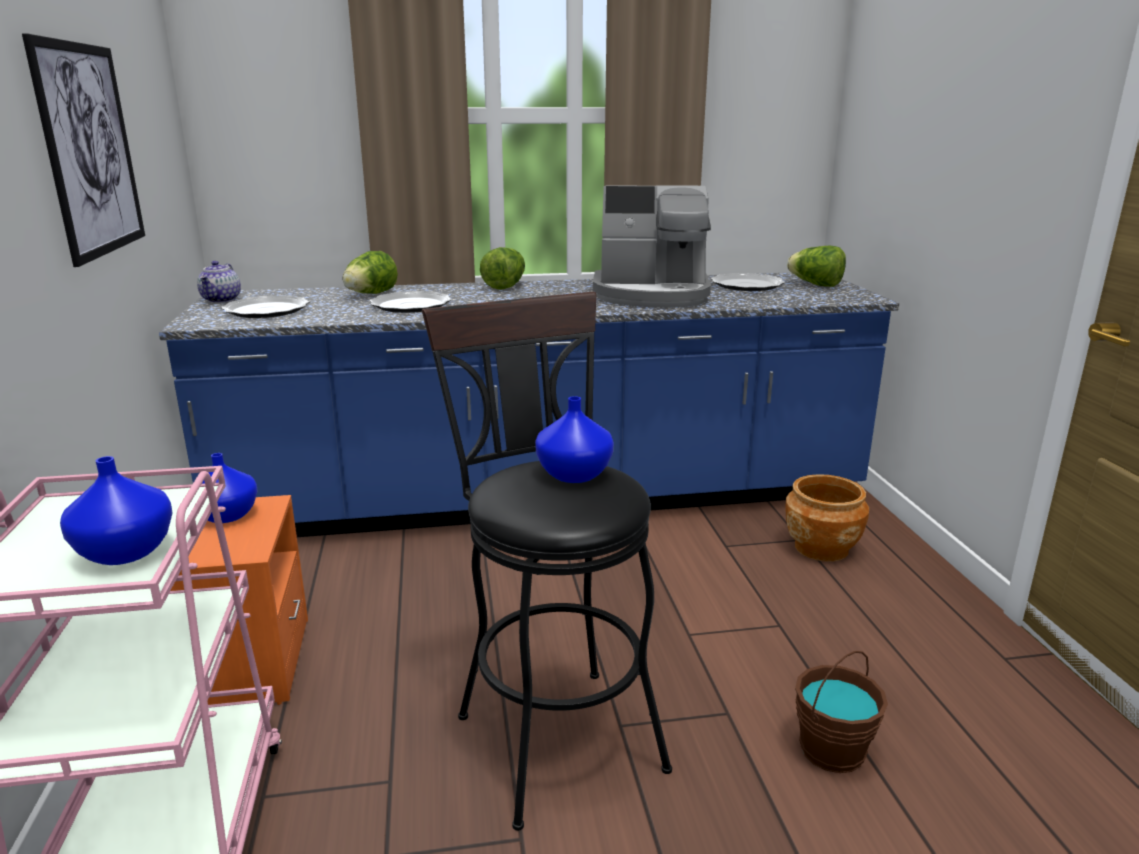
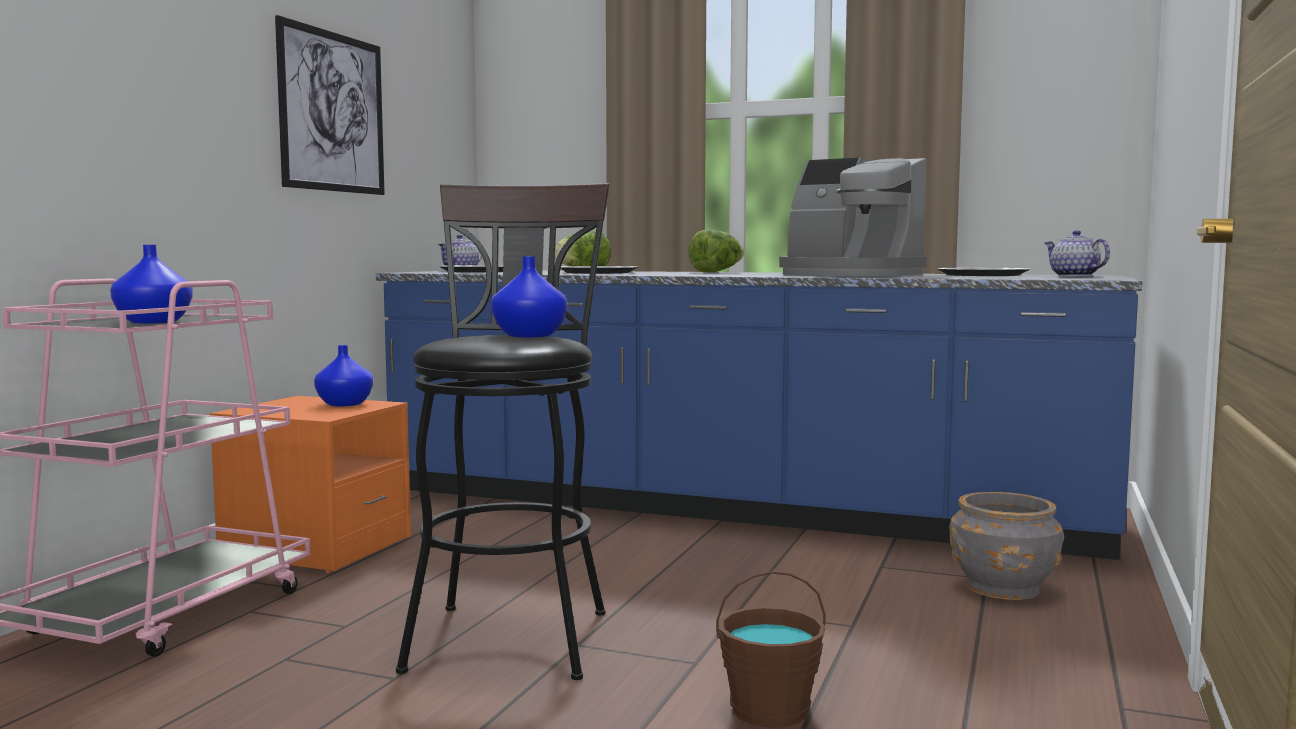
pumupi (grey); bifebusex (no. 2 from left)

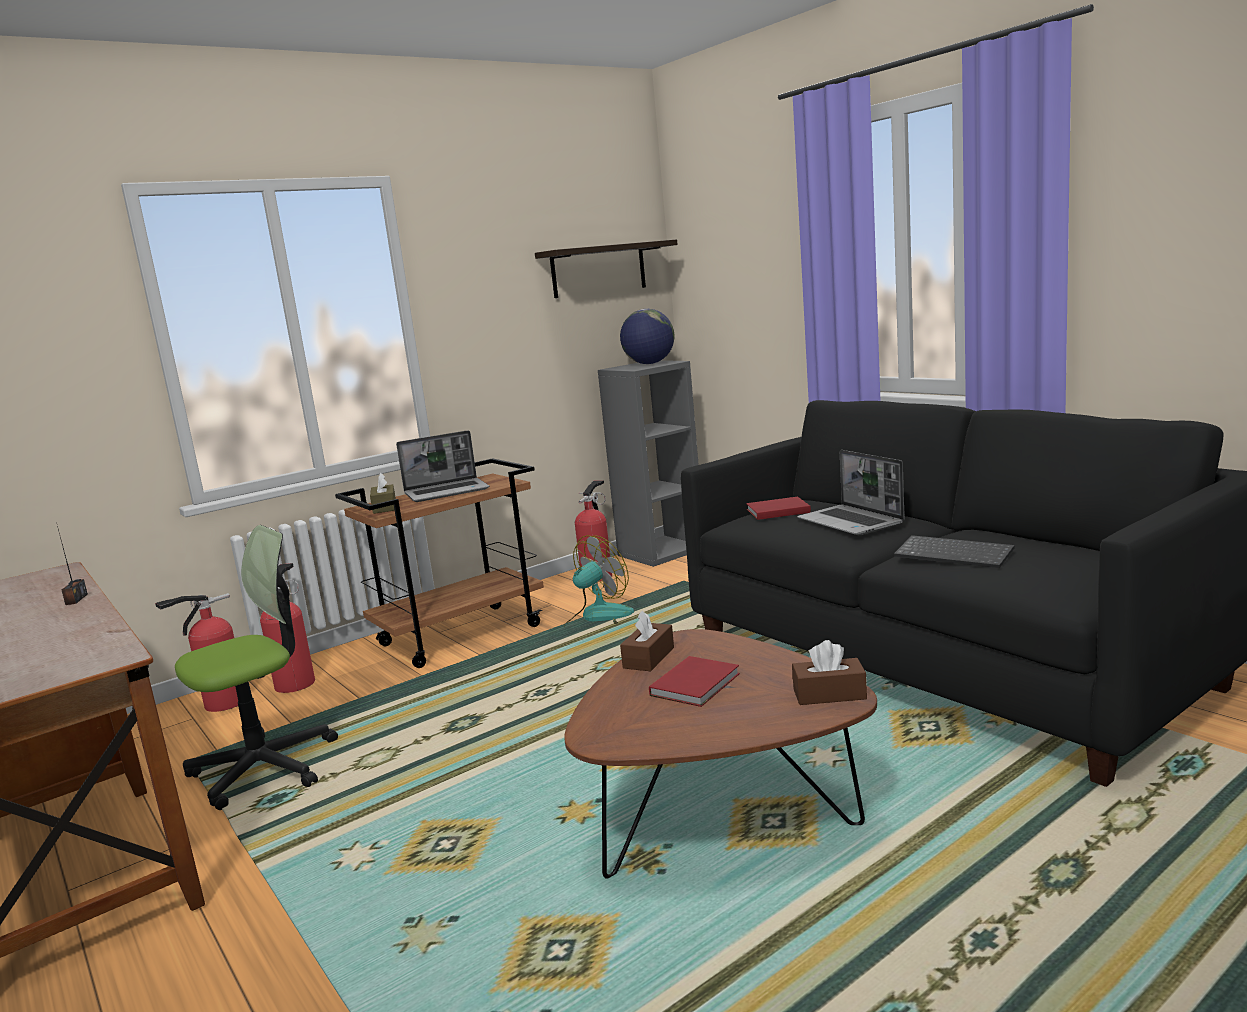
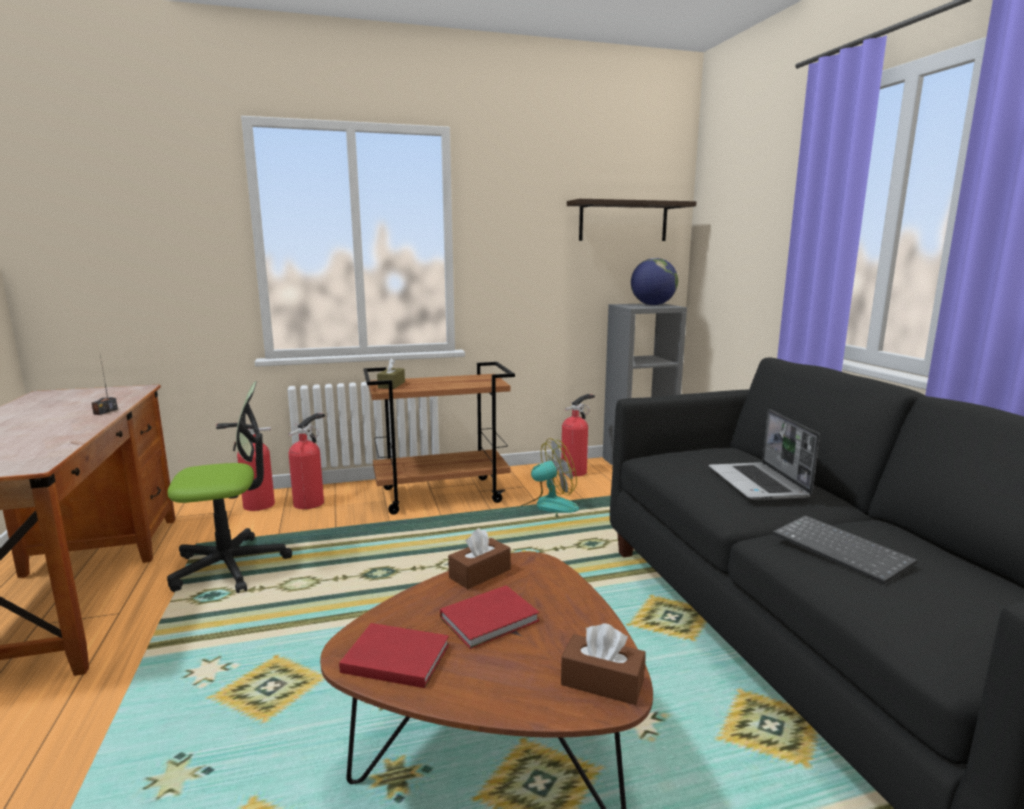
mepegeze (no. 1 from left in the first image); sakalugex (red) (no. 1 from left)

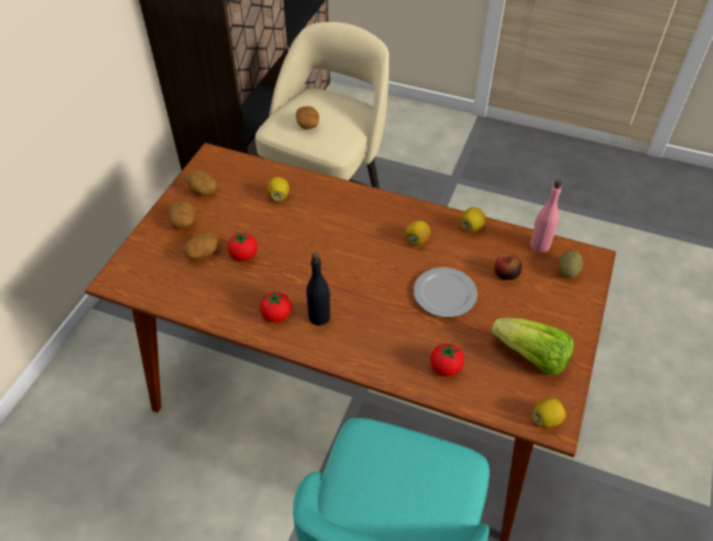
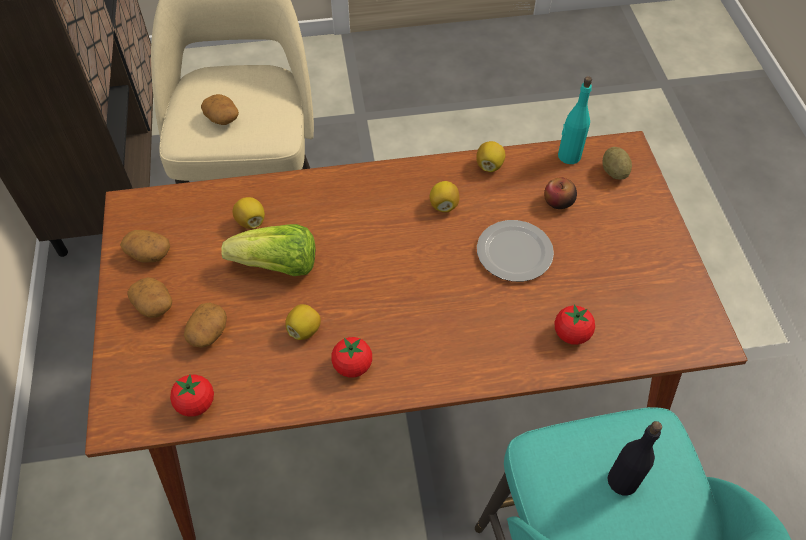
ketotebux (no. 1 from left); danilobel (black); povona; danilobel (turquoise); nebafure (no. 2 from left)

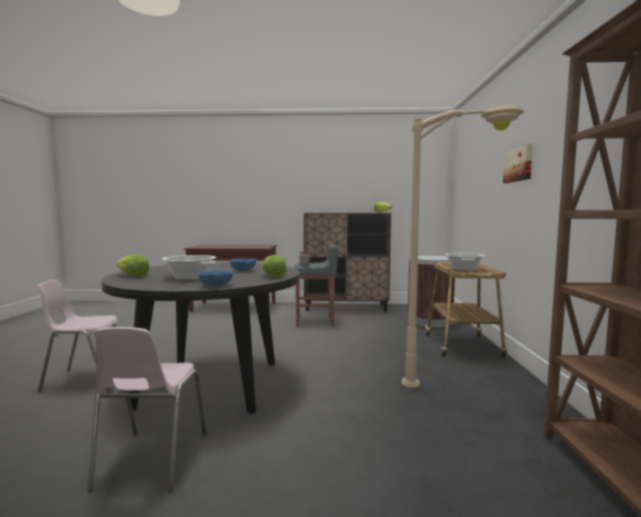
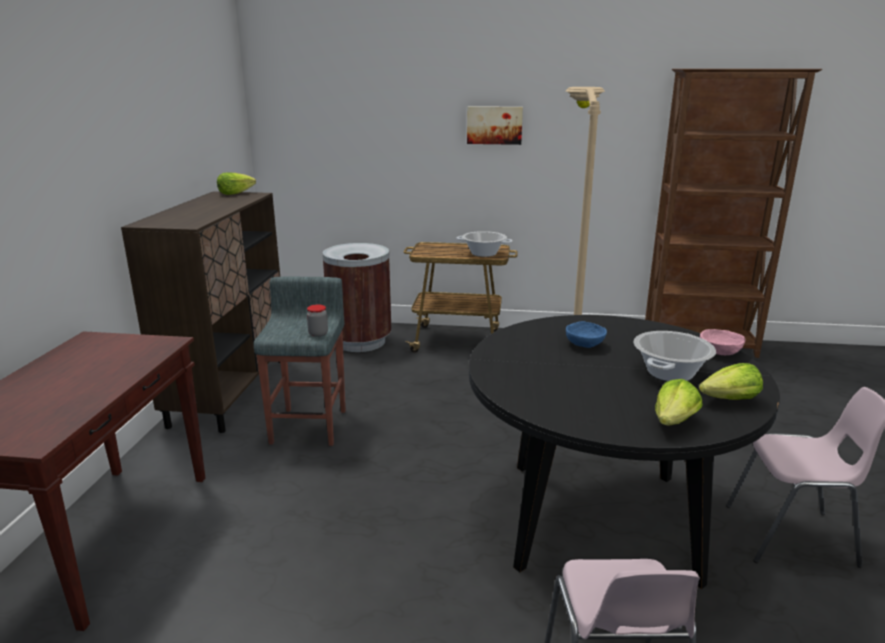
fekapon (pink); povona (no. 3 from left)

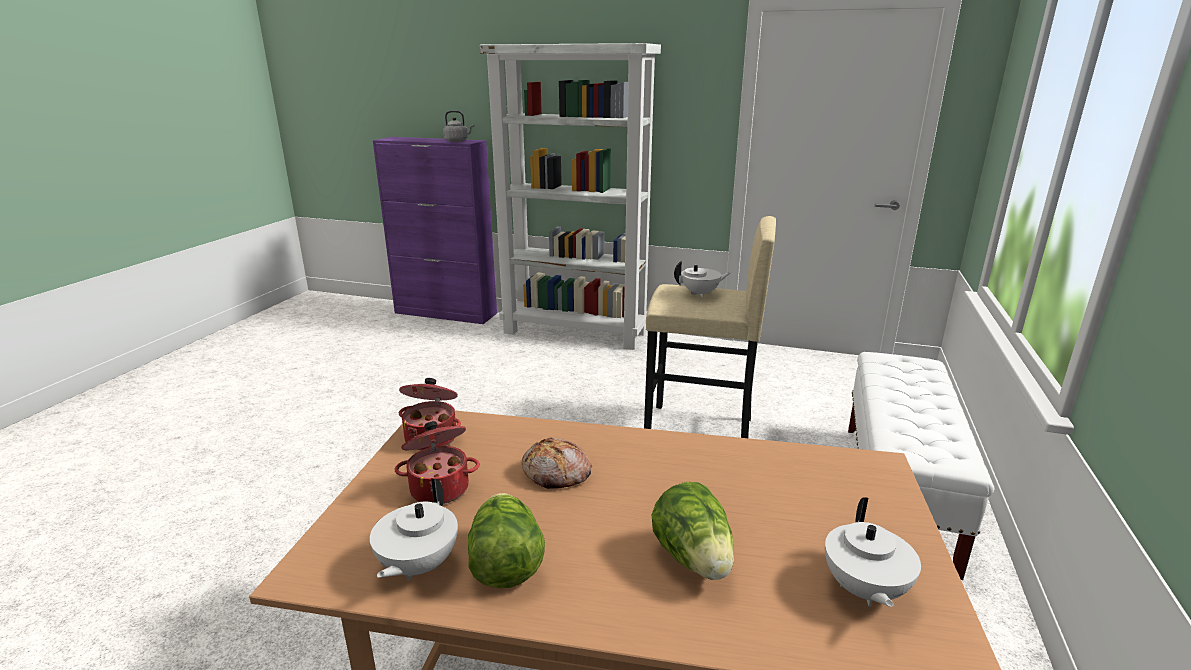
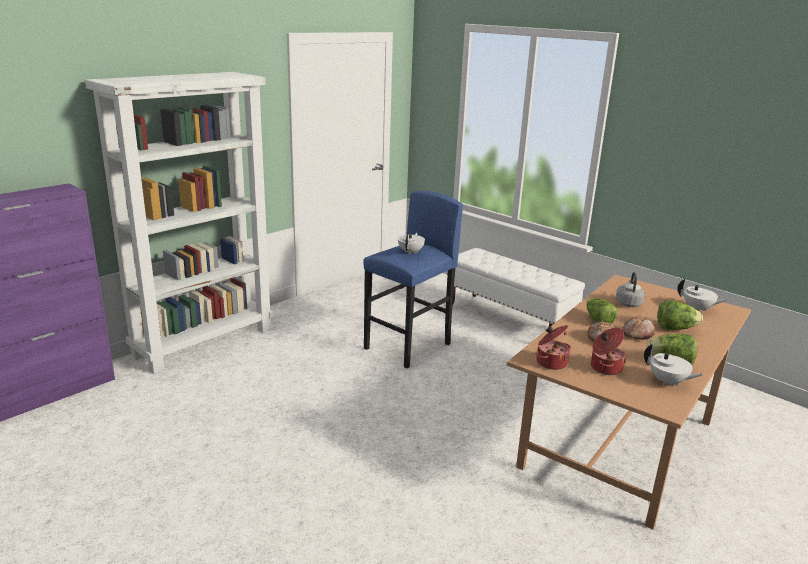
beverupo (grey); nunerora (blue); povona (no. 1 from left); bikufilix (no. 2 from left)

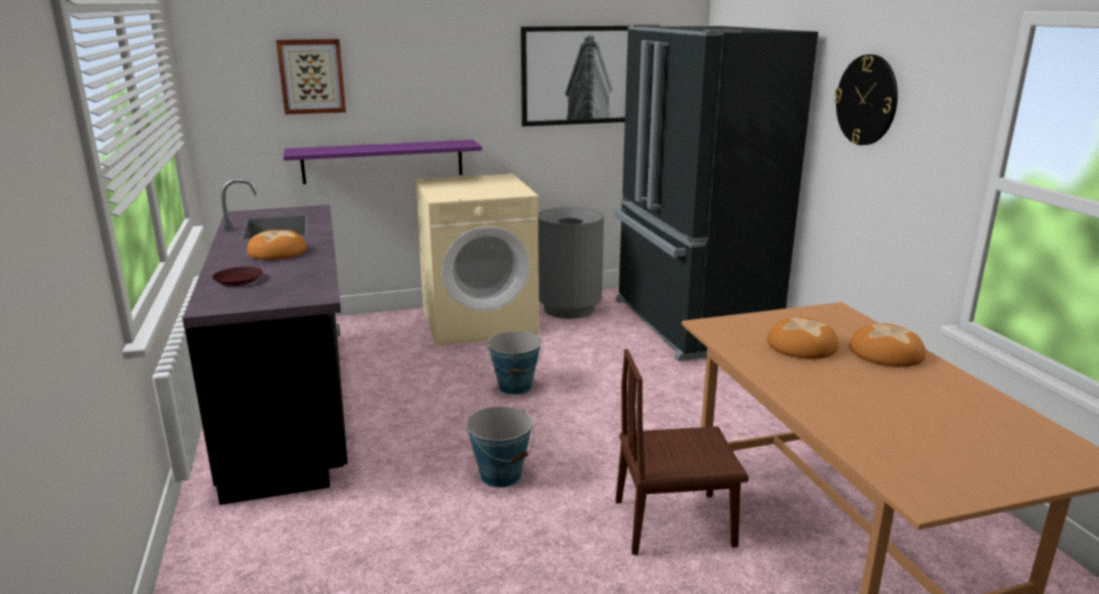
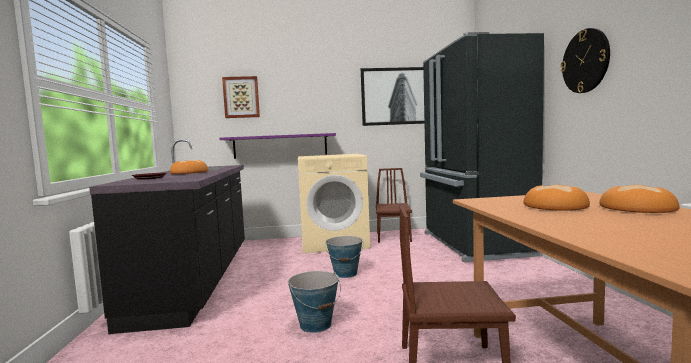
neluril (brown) (no. 1 from left)

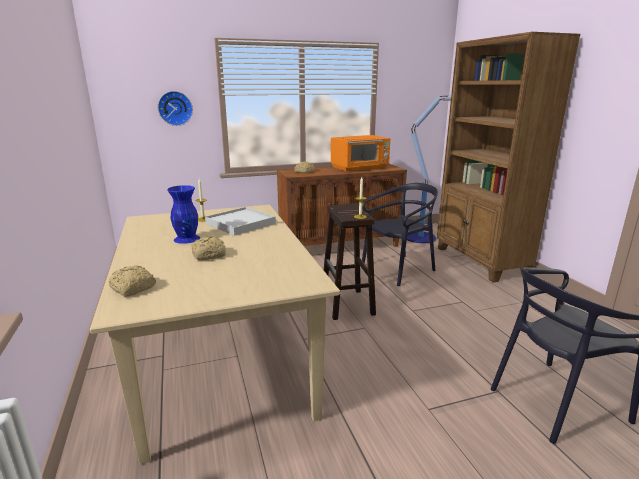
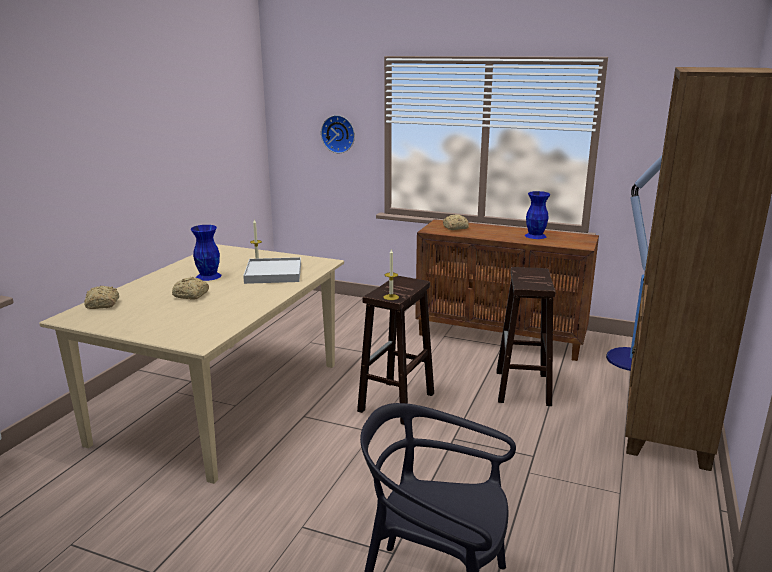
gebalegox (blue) (no. 2 from left); nunerora (brown) (no. 2 from left)

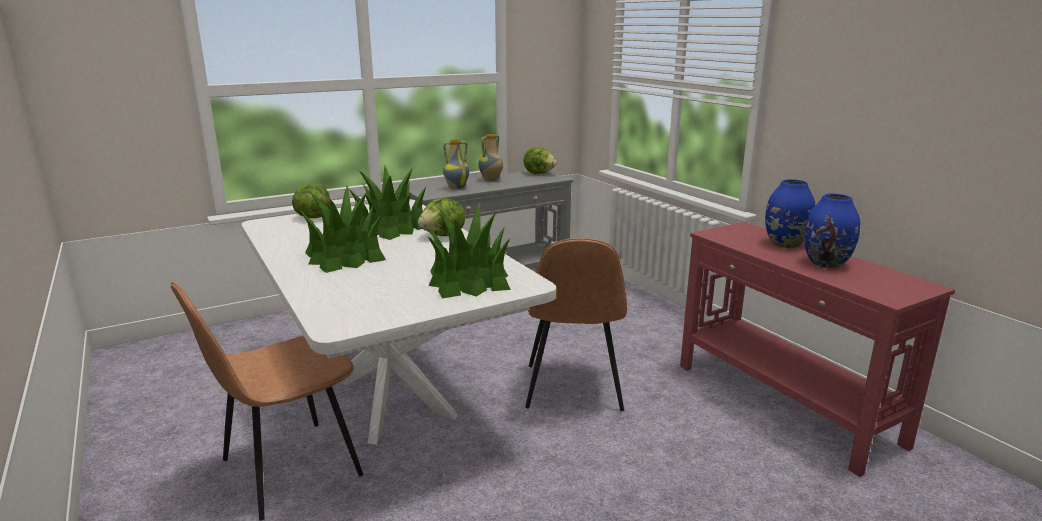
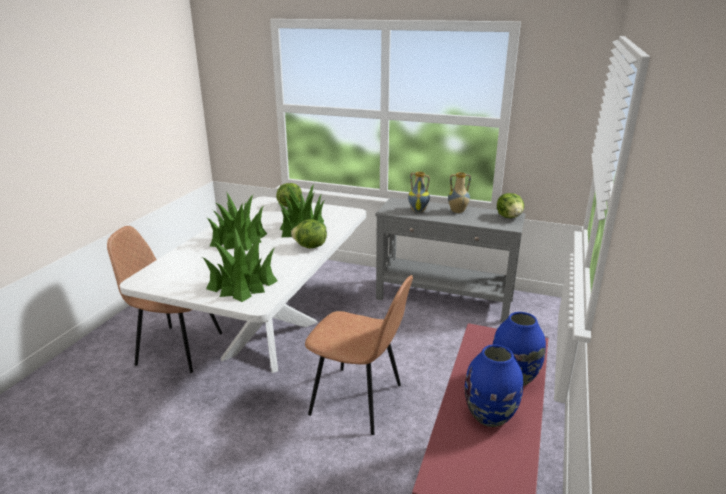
neluril (brown) (no. 2 from left)

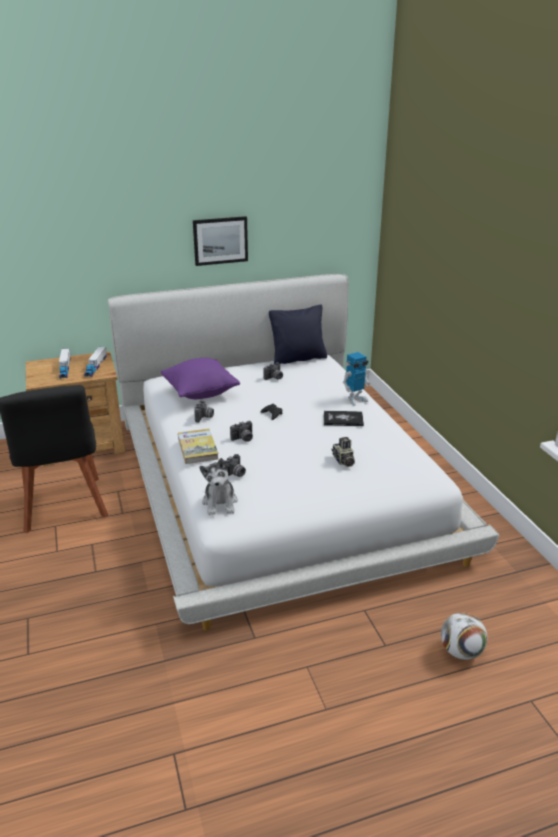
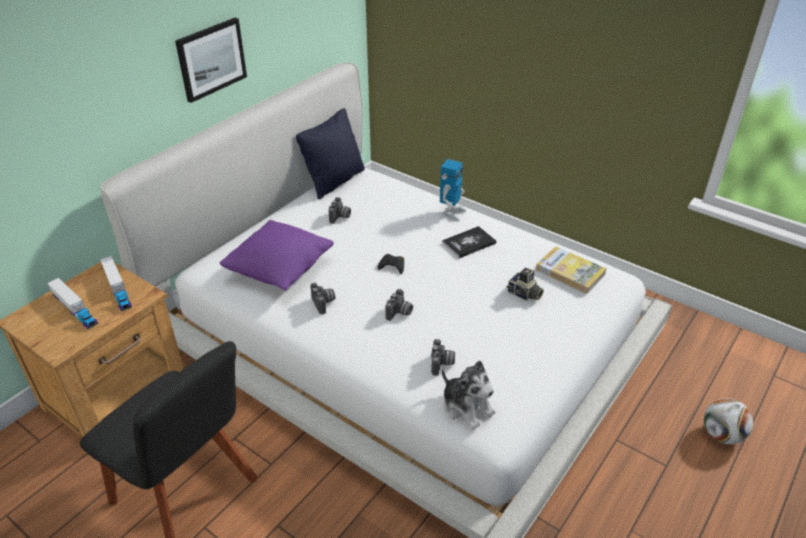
sakalugex (no. 2 from left)

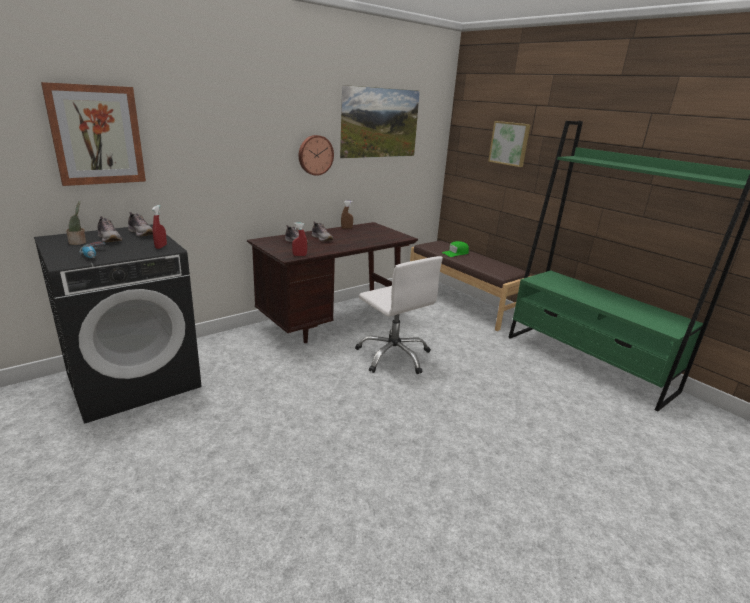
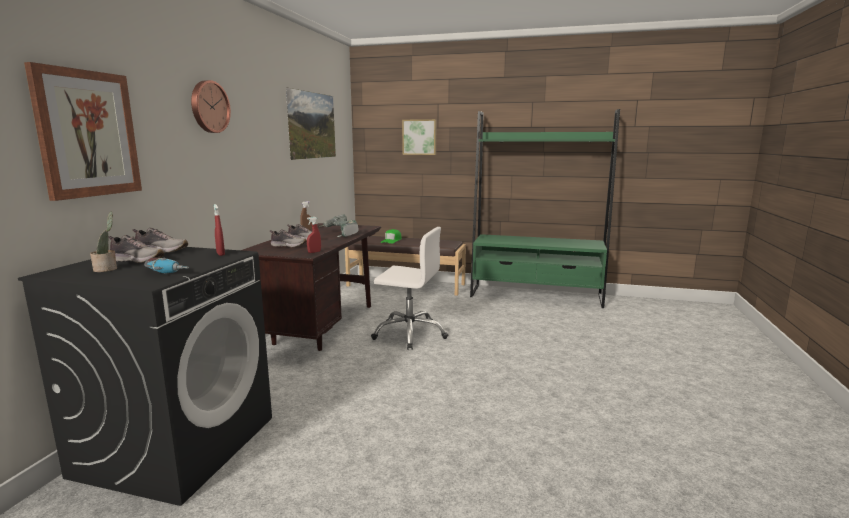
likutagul; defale (no. 2 from left)

